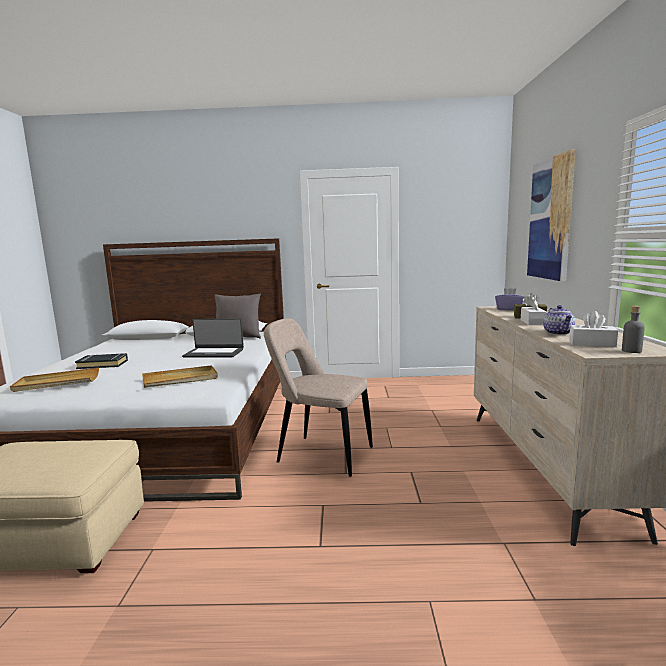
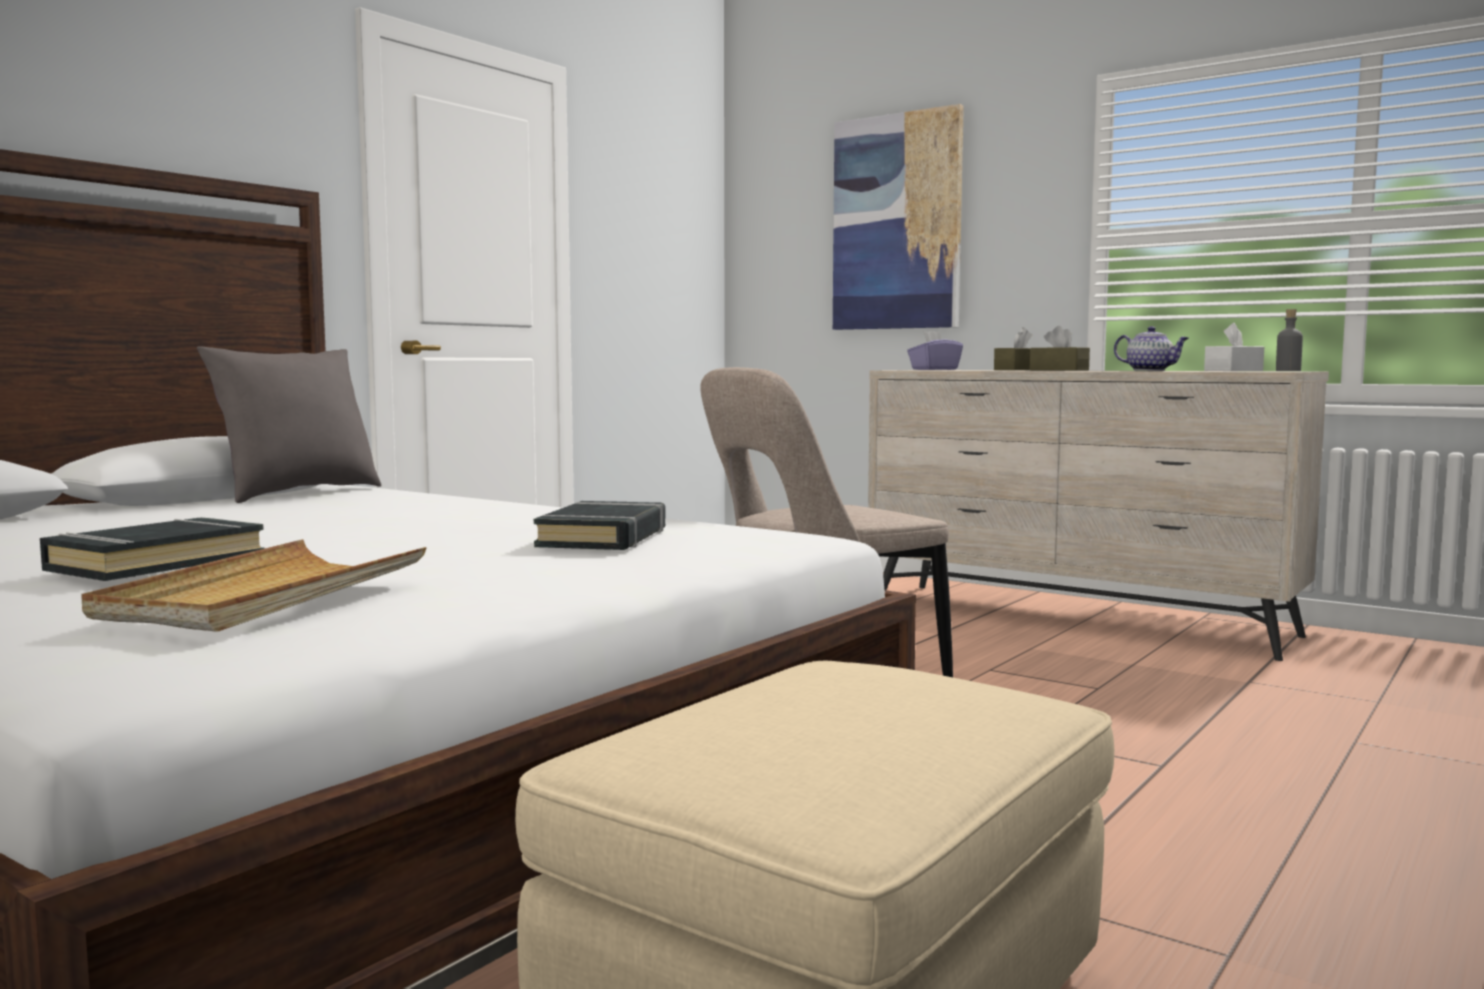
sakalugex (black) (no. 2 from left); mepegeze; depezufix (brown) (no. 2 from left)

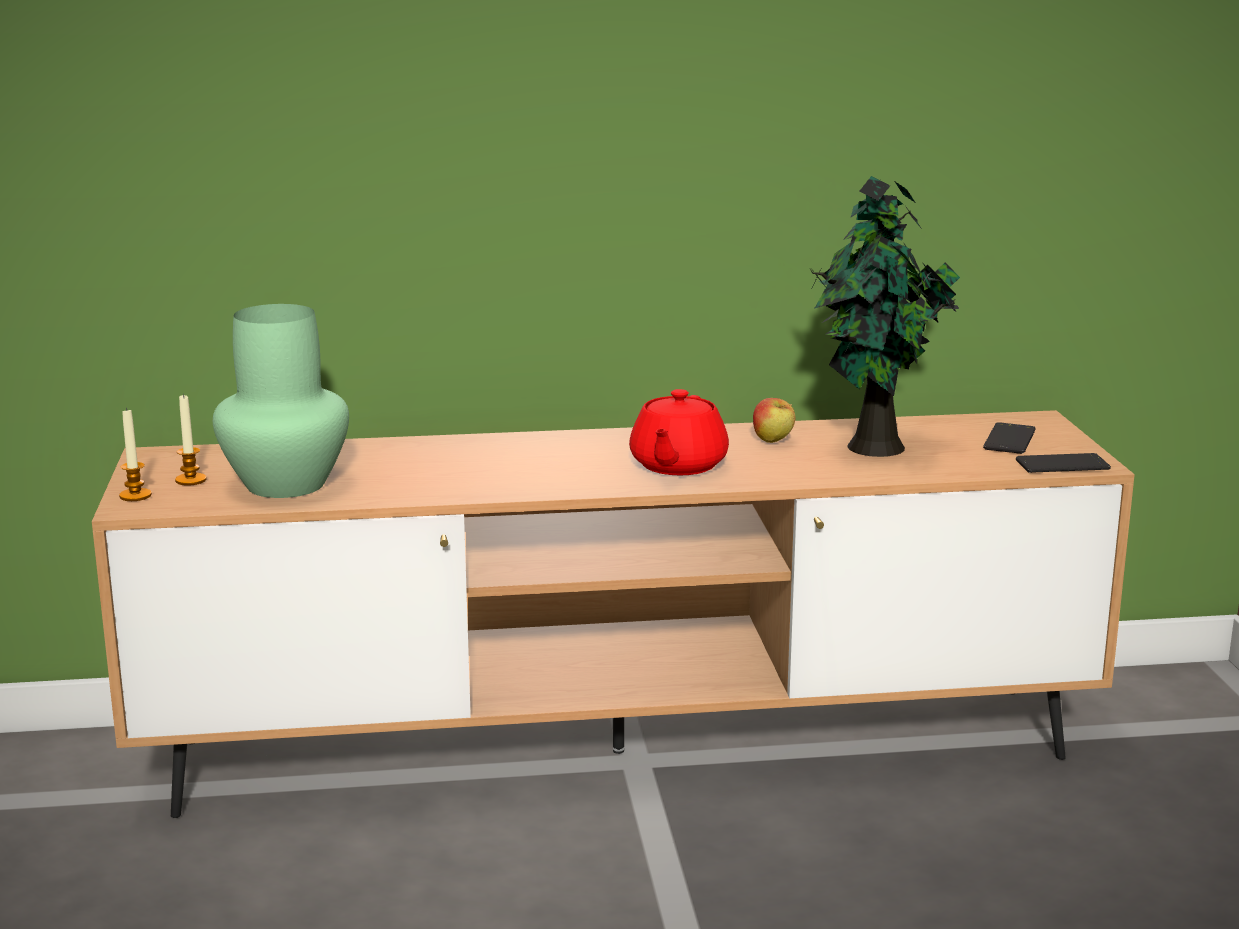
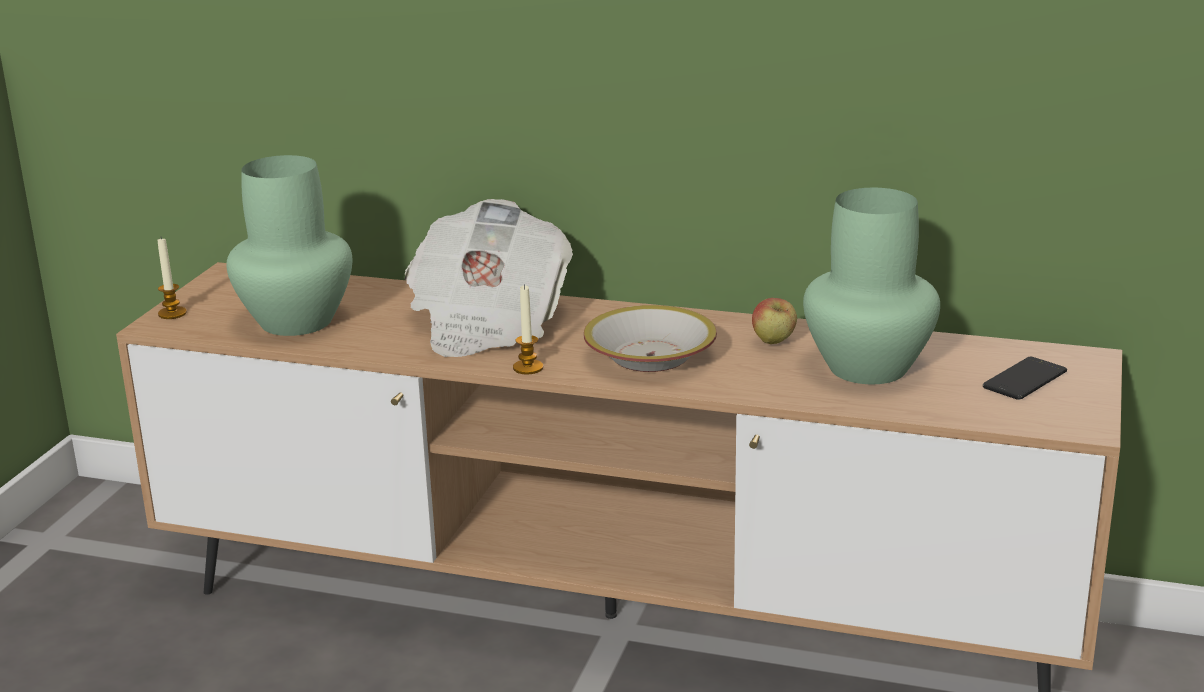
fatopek (no. 2 from left); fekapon; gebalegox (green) (no. 2 from left); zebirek (no. 2 from left in the first image); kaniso

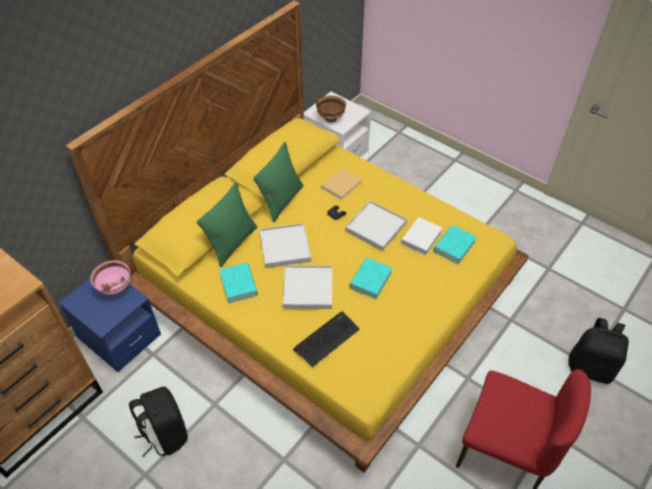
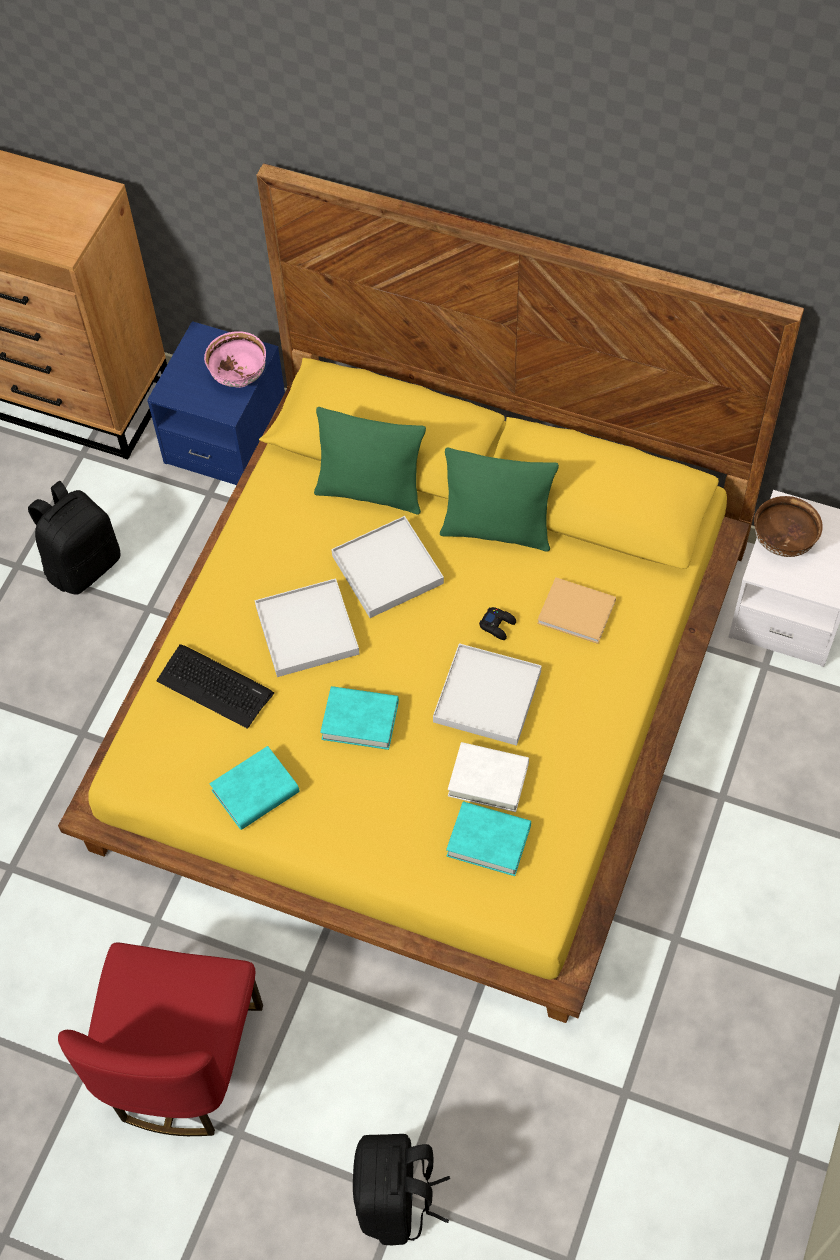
sakalugex (turquoise) (no. 1 from left)

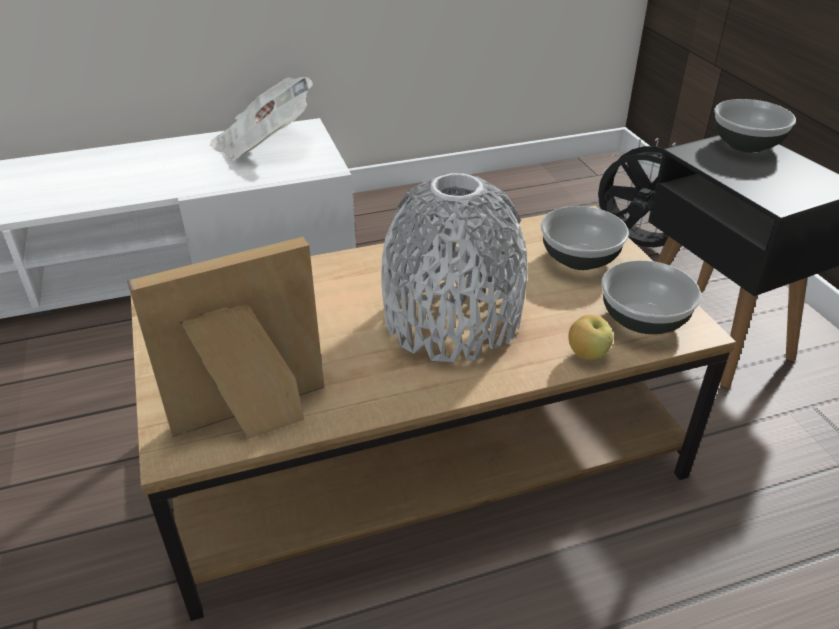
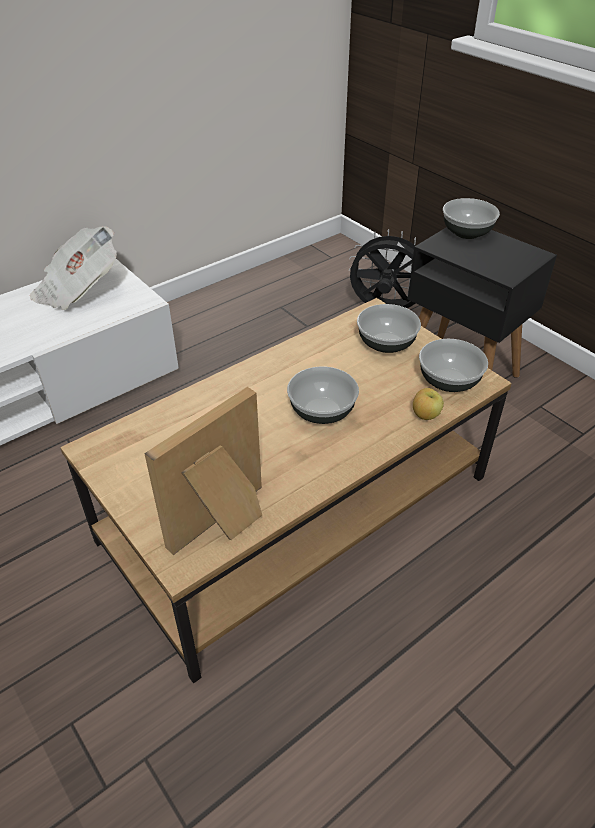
fekapon (no. 1 from left)

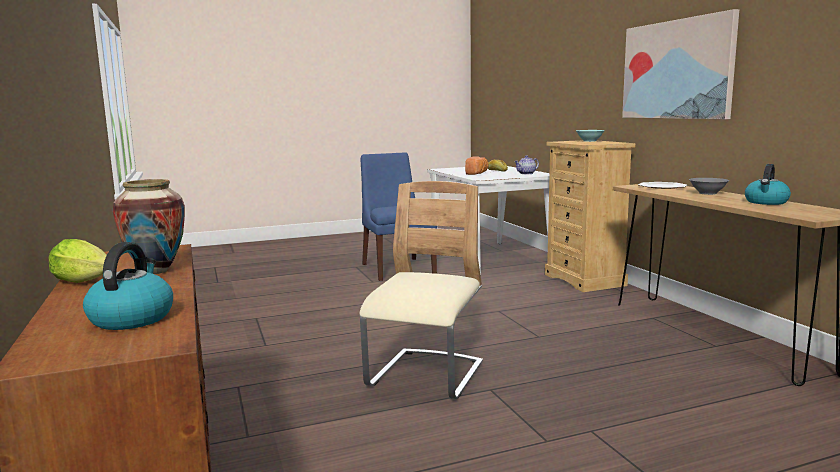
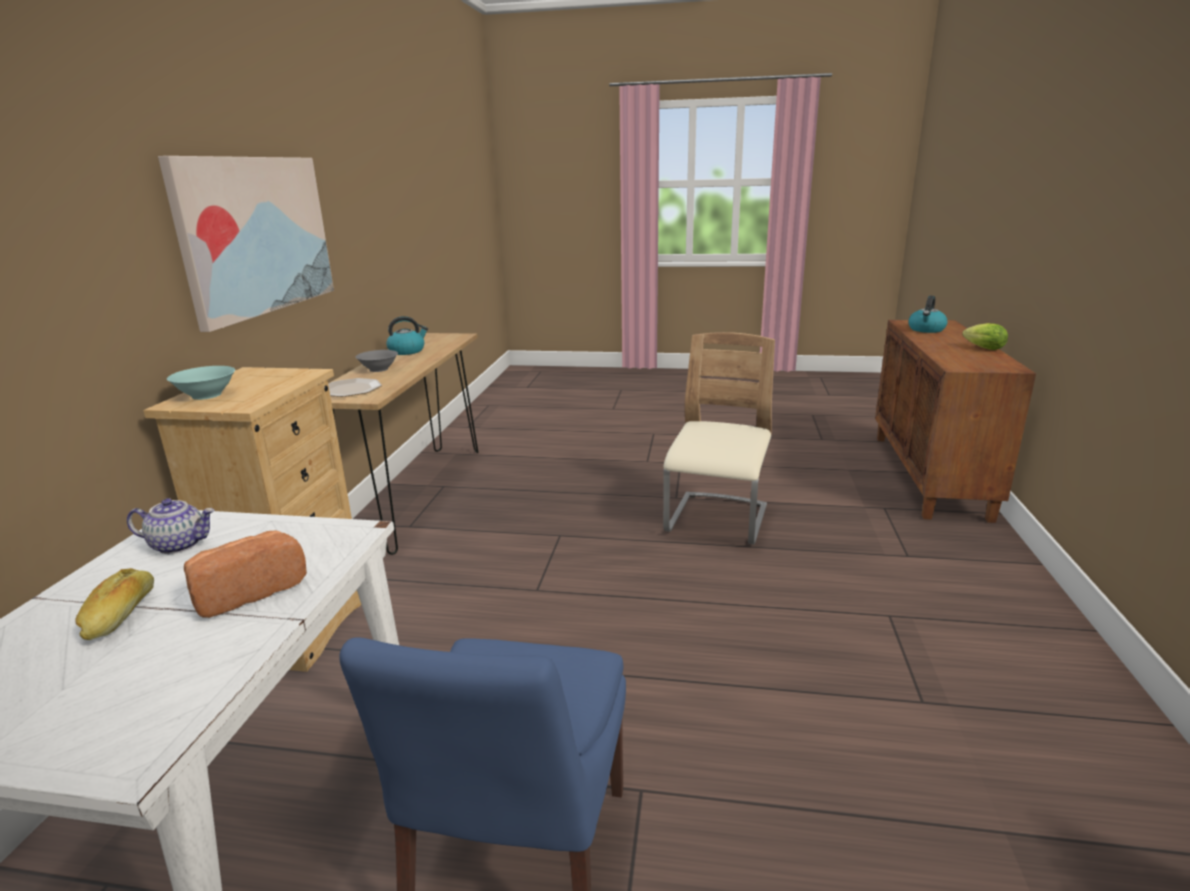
gebalegox; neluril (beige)

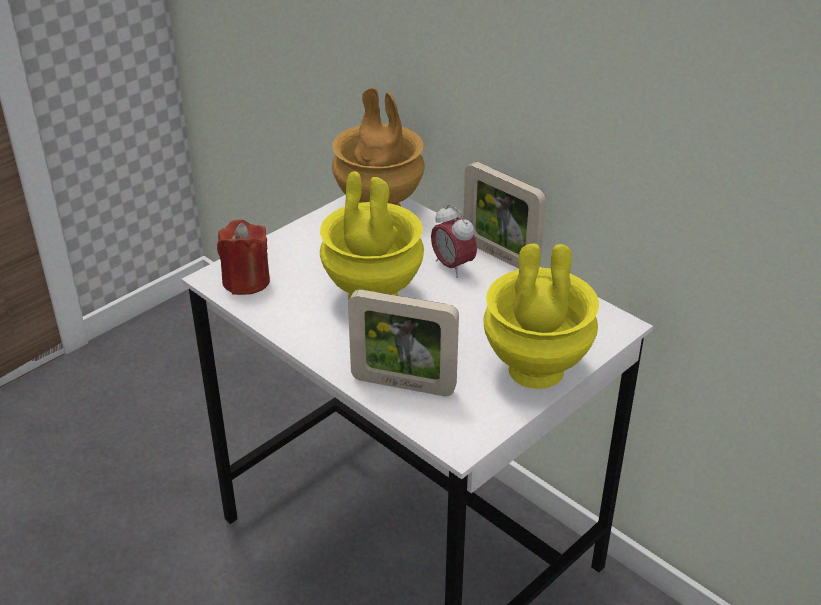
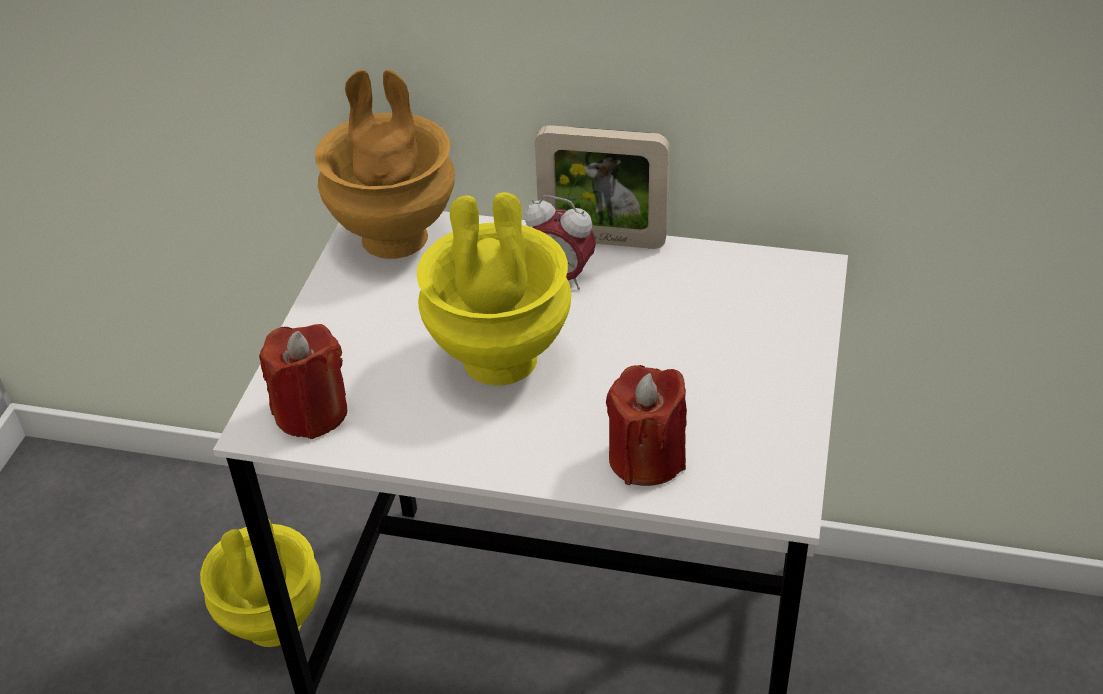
fatopek (red) (no. 2 from left); gebalegox (yellow) (no. 1 from left)

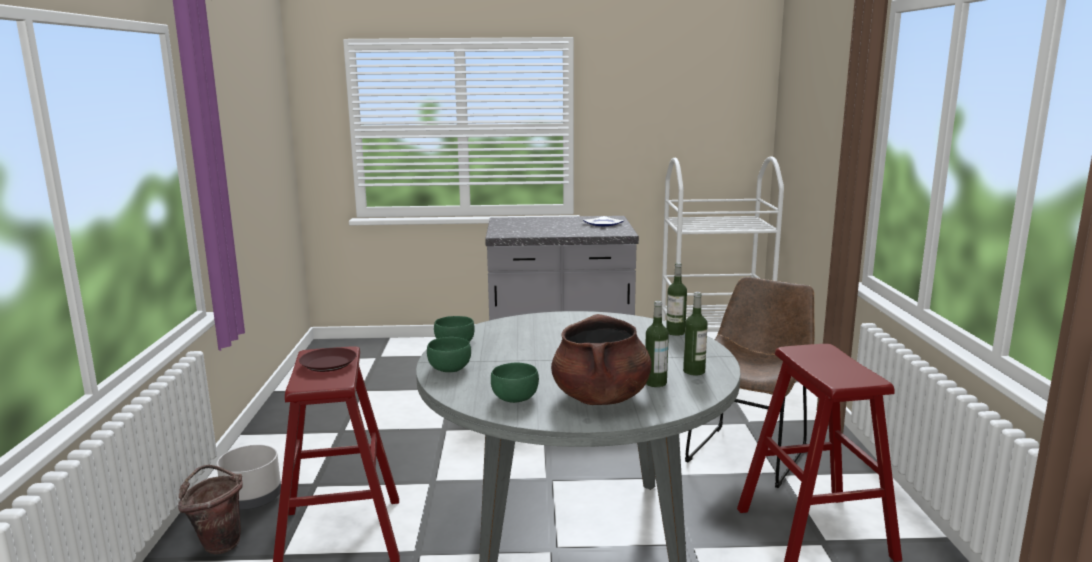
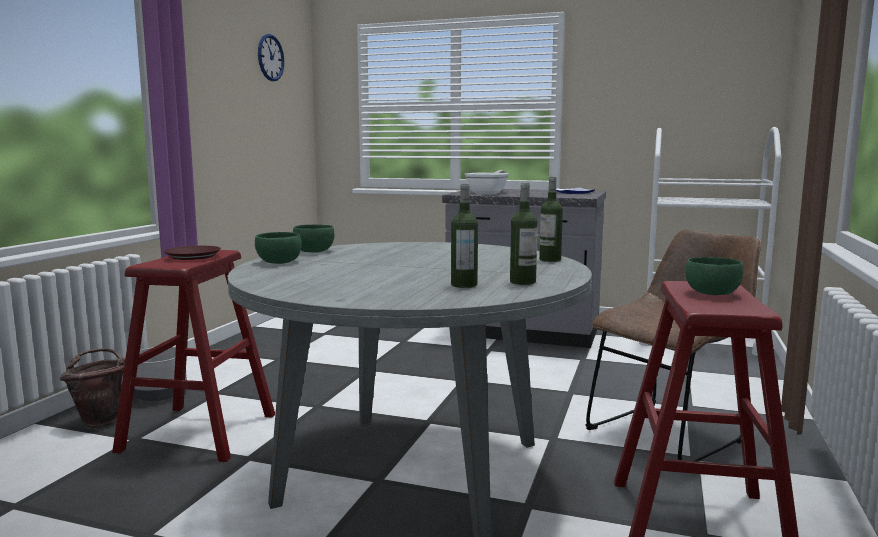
fekapon (green) (no. 3 from left); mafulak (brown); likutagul; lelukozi

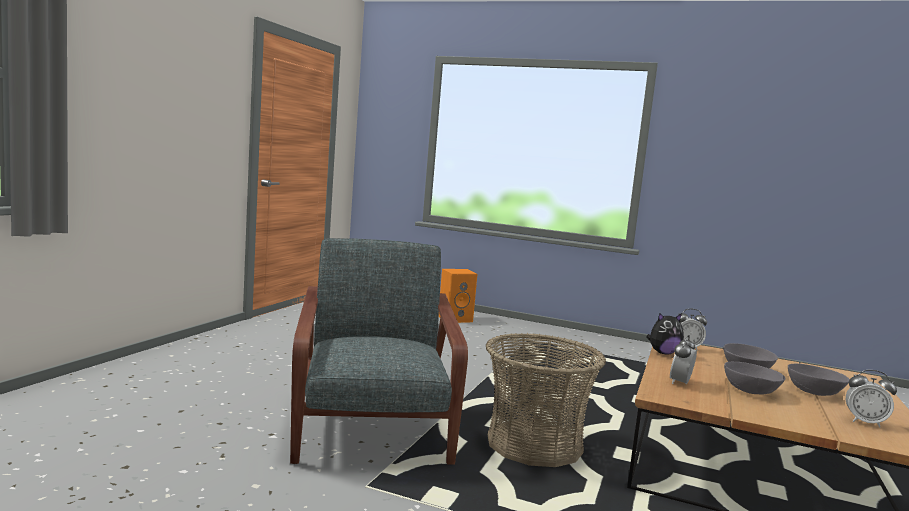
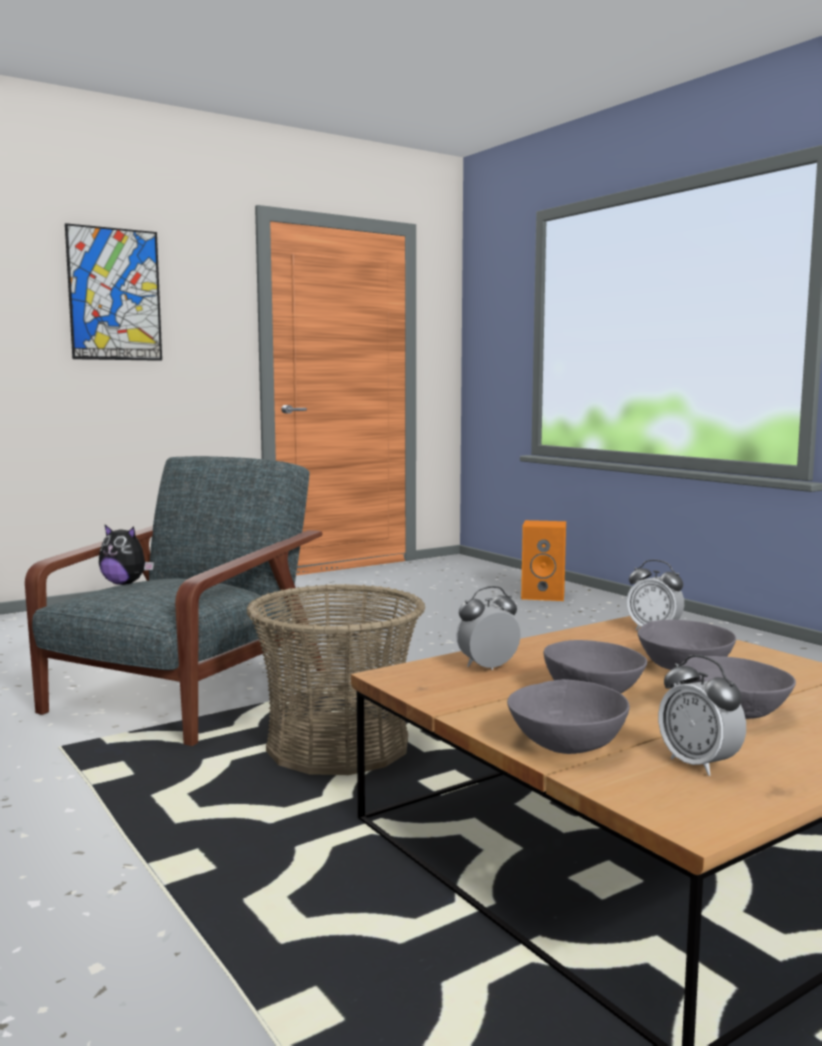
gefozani; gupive; fekapon (grey) (no. 1 from left)

